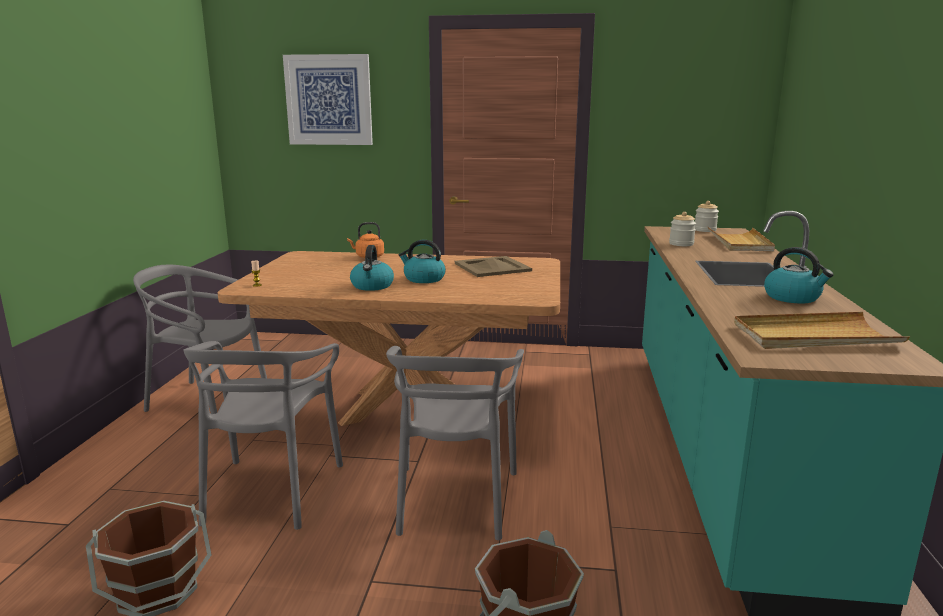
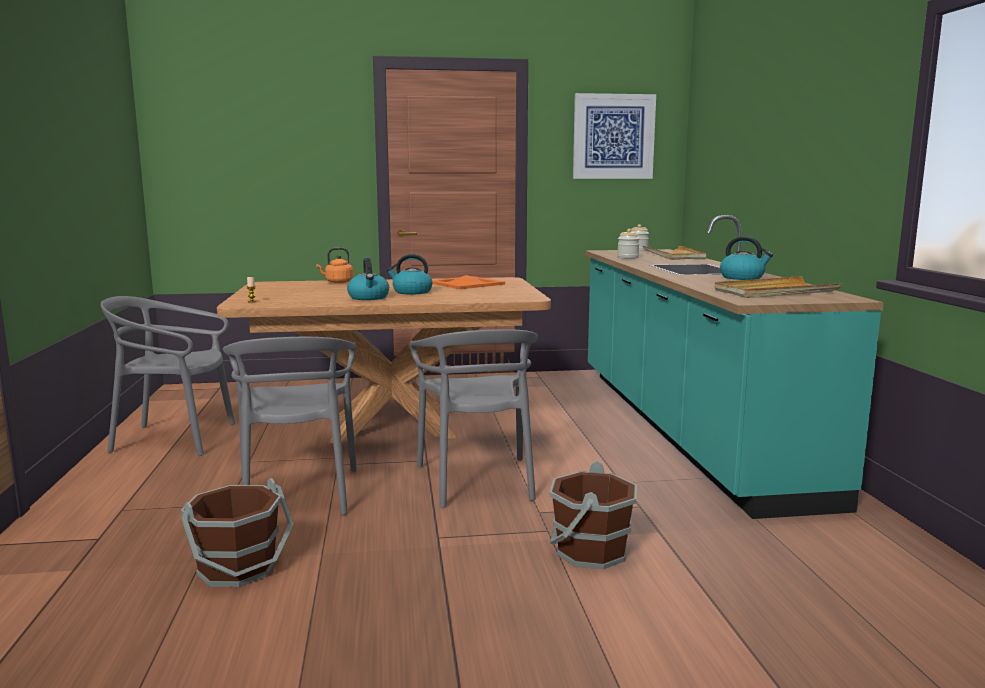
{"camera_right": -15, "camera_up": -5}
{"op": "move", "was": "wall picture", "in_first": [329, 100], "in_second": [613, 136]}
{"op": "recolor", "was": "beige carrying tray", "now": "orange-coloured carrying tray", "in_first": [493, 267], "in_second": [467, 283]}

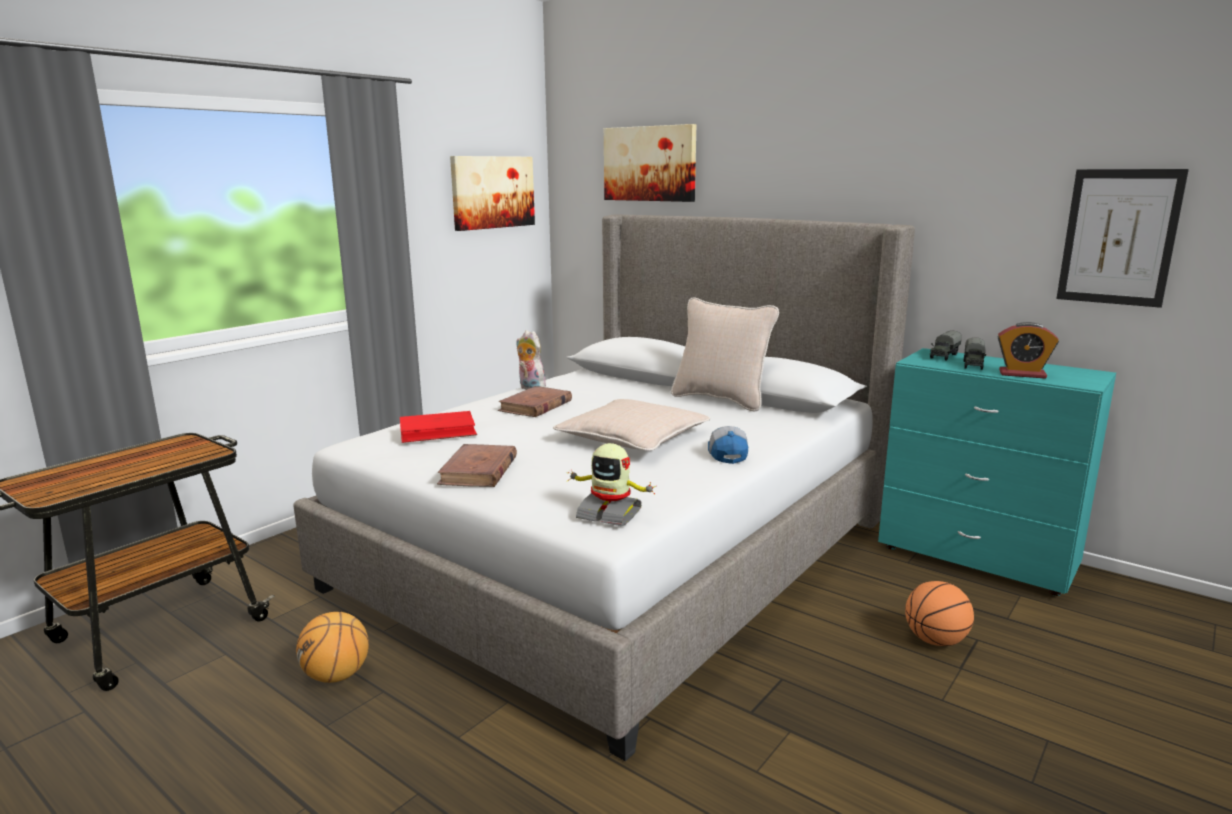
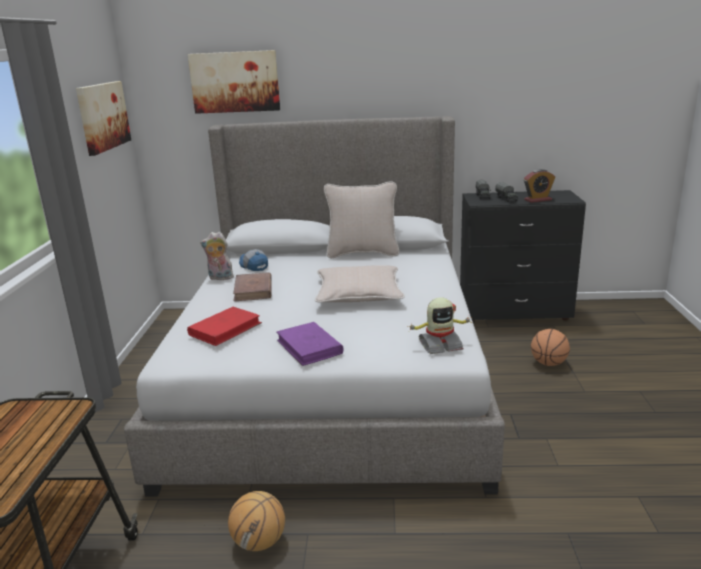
{"camera_right": -35, "camera_up": 5}
{"op": "recolor", "was": "brown-coloured book", "now": "purple book", "in_first": [478, 471], "in_second": [309, 347]}
{"op": "move", "was": "baseball cap", "in_first": [726, 453], "in_second": [253, 266]}
{"op": "recolor", "was": "turquoise dresser", "now": "black dresser", "in_first": [977, 558], "in_second": [515, 313]}
{"op": "delete", "was": "wall picture", "in_first": [1118, 237]}

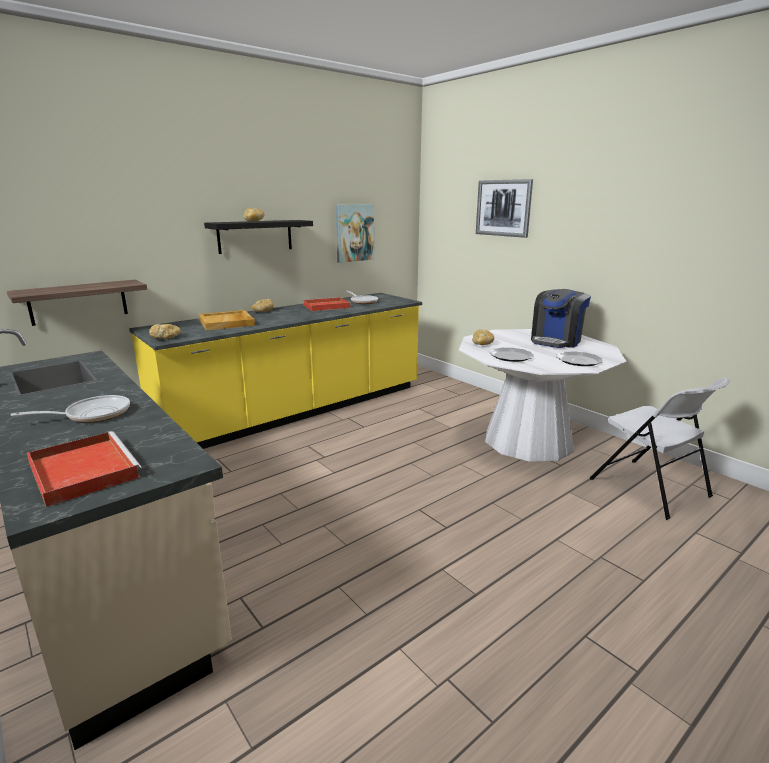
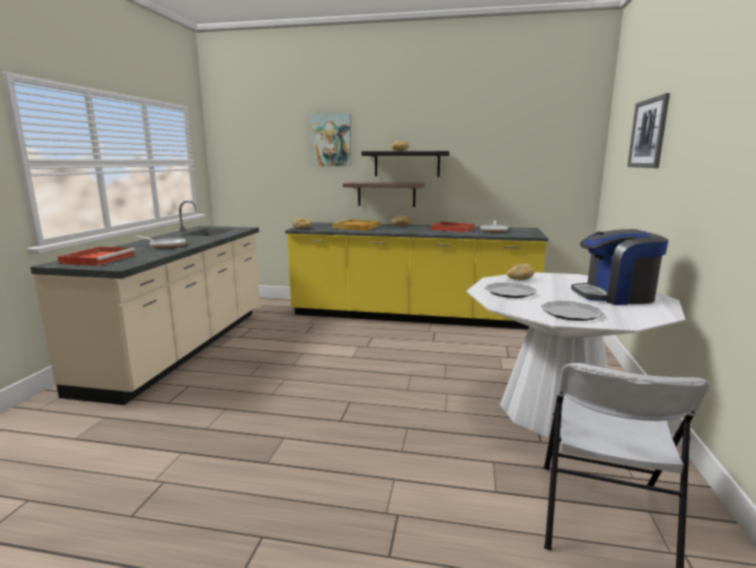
{"camera_right": 50, "camera_up": -5}
{"op": "move", "was": "shelf", "in_first": [78, 302], "in_second": [386, 194]}
{"op": "move", "was": "wall picture", "in_first": [354, 233], "in_second": [331, 140]}

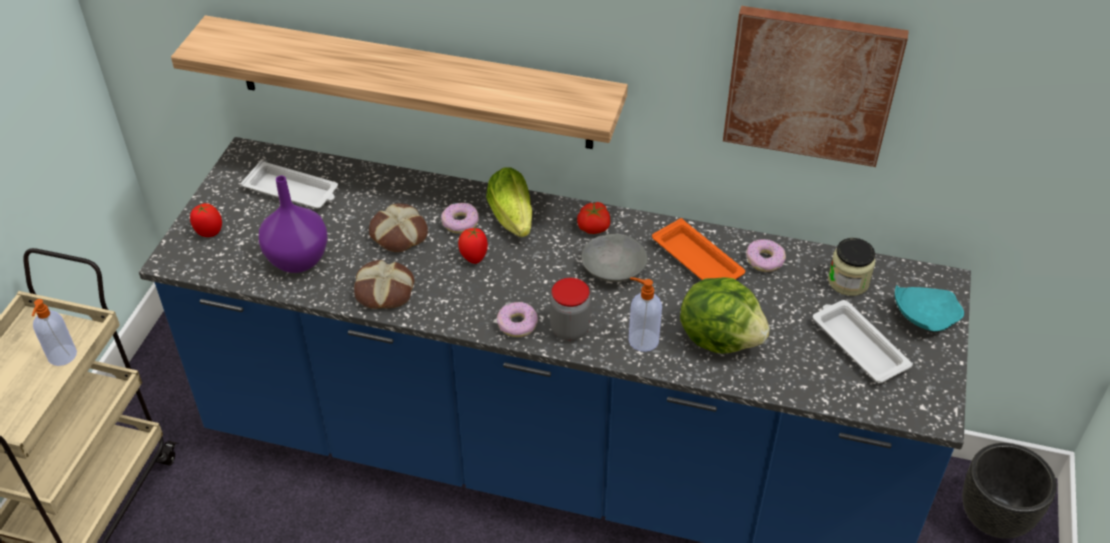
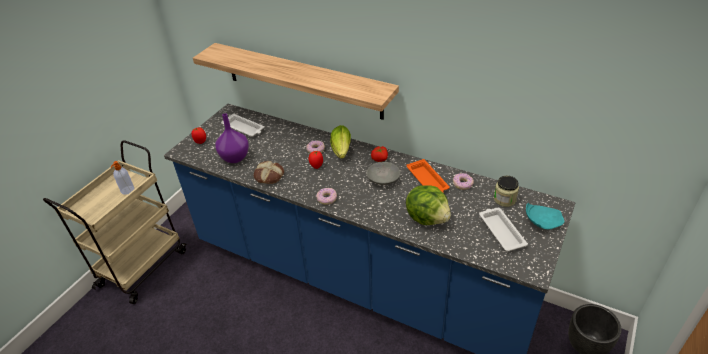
{"camera_right": 15, "camera_up": -5}
{"op": "delete", "was": "bread", "in_first": [398, 234]}
{"op": "delete", "was": "preserve jar", "in_first": [570, 329]}
{"op": "delete", "was": "liquid soap bottle", "in_first": [642, 340]}
{"op": "delete", "was": "wall picture", "in_first": [811, 84]}

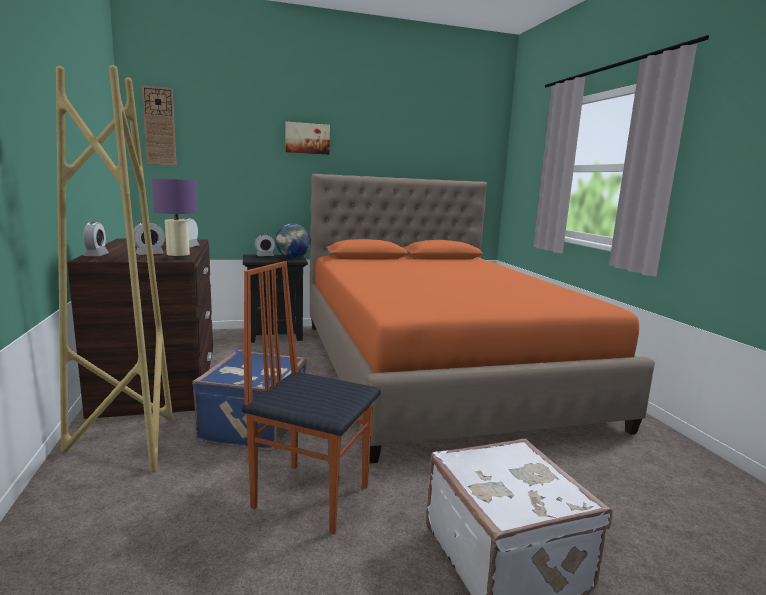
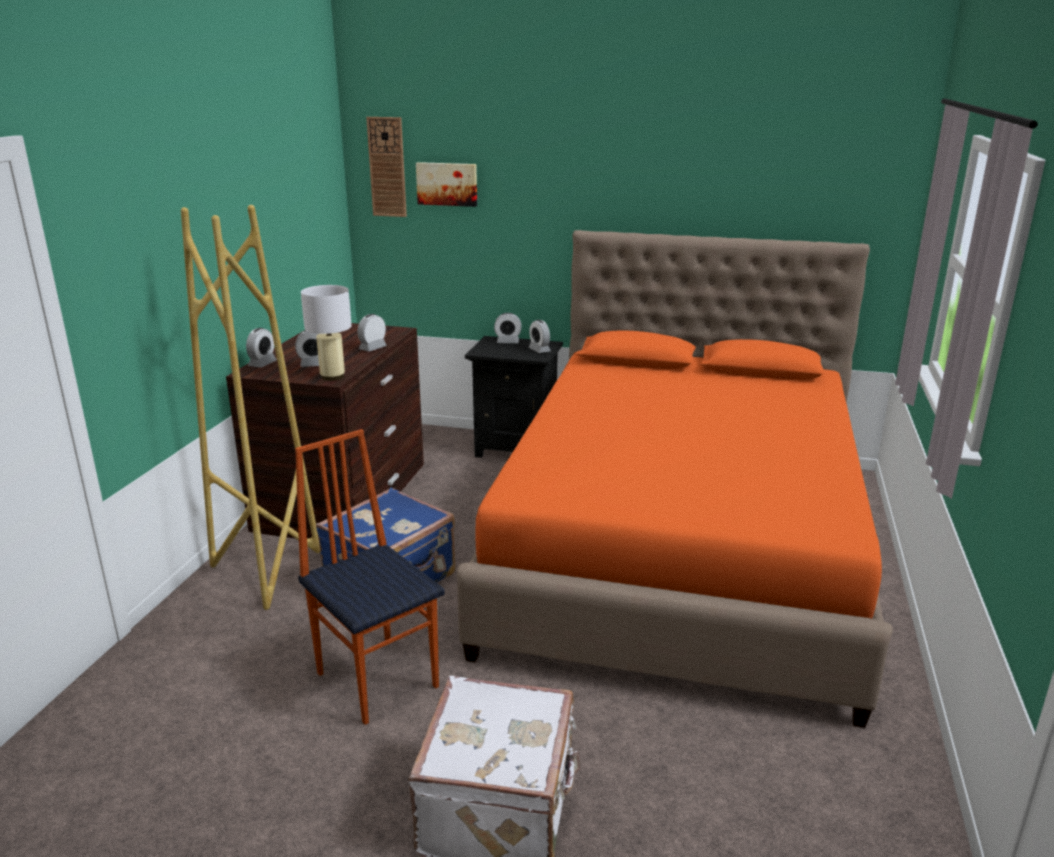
{"camera_right": 30, "camera_up": 10}
{"op": "recolor", "was": "purple tabletop lamp", "now": "white tabletop lamp", "in_first": [178, 258], "in_second": [333, 377]}
{"op": "replace", "was": "world globe", "now": "bedside clock", "in_first": [293, 258], "in_second": [539, 350]}
{"op": "move", "was": "wall picture", "in_first": [307, 138], "in_second": [447, 184]}

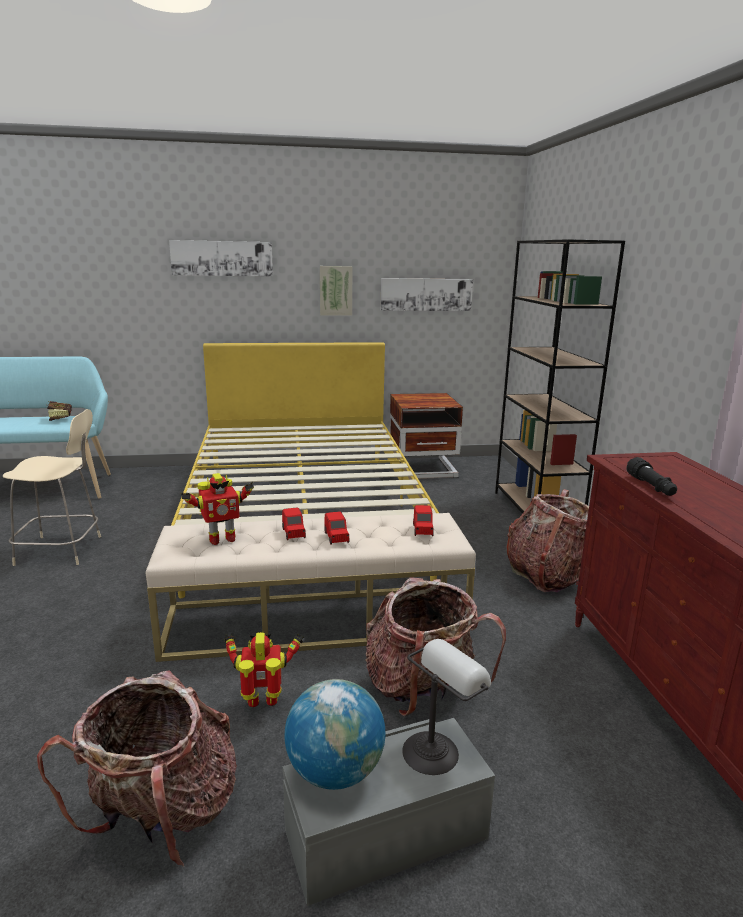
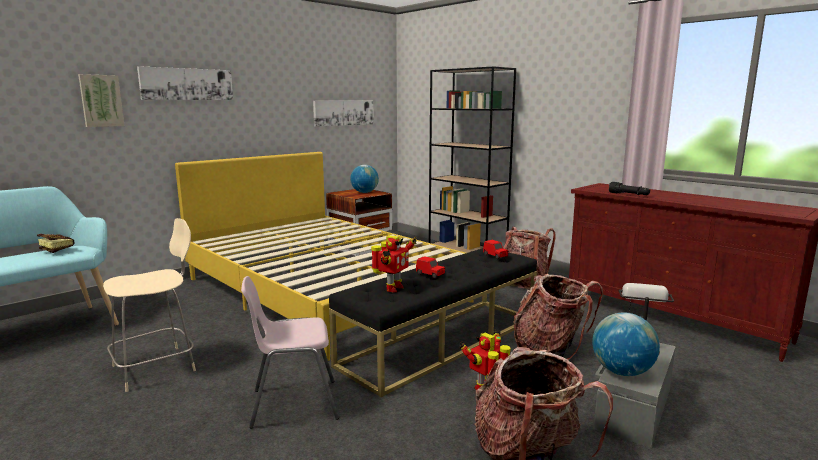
{"camera_right": -35, "camera_up": -5}
{"op": "recolor", "was": "beige long seat", "now": "black long seat", "in_first": [315, 621], "in_second": [442, 341]}
{"op": "move", "was": "wall picture", "in_first": [335, 290], "in_second": [101, 101]}
{"op": "delete", "was": "red-coloured miniature car", "in_first": [336, 537]}
{"op": "insert", "now": "pink upright chair", "in_second": [293, 403]}
{"op": "insert", "now": "world globe", "in_second": [364, 192]}

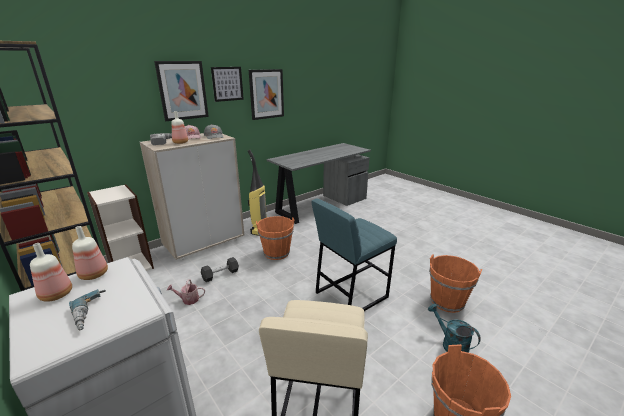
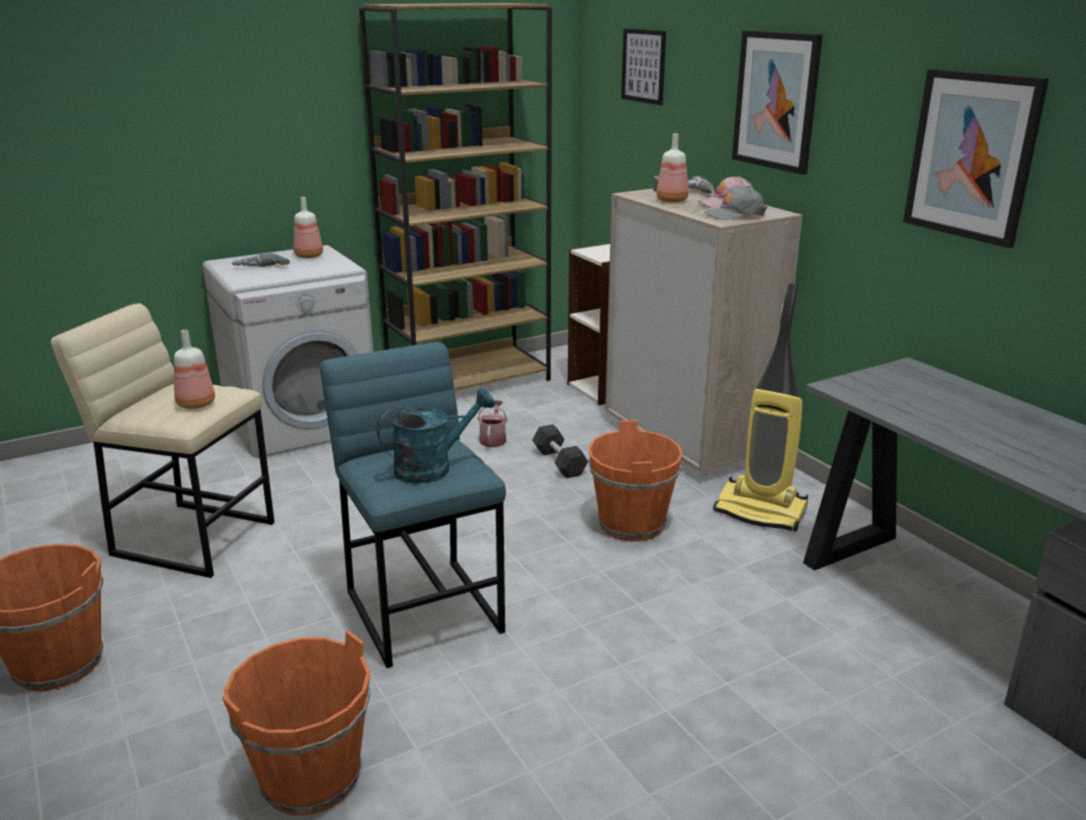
{"camera_right": 100, "camera_up": 0}
{"op": "move", "was": "beverage bottle", "in_first": [95, 274], "in_second": [195, 404]}
{"op": "move", "was": "wall picture", "in_first": [227, 84], "in_second": [643, 66]}
{"op": "move", "was": "turquoise sprinkling can", "in_first": [450, 344], "in_second": [433, 467]}

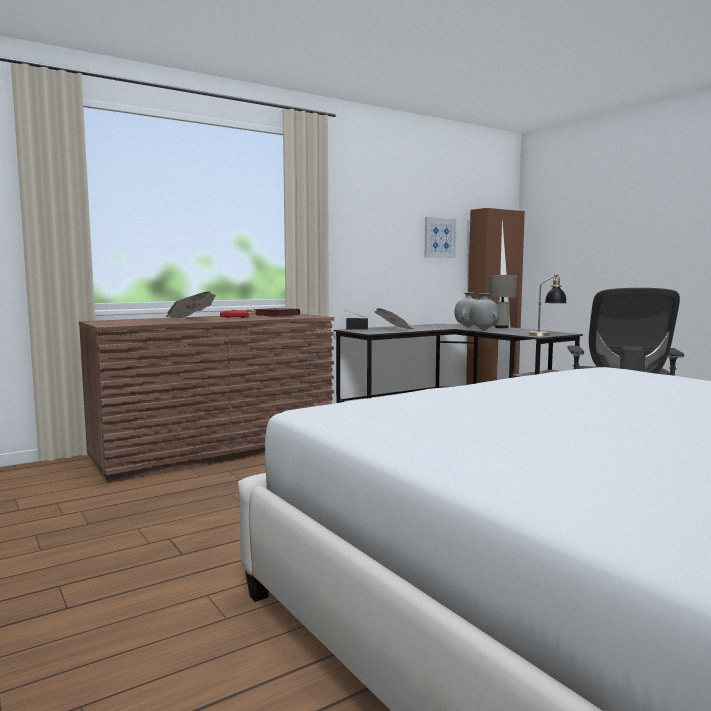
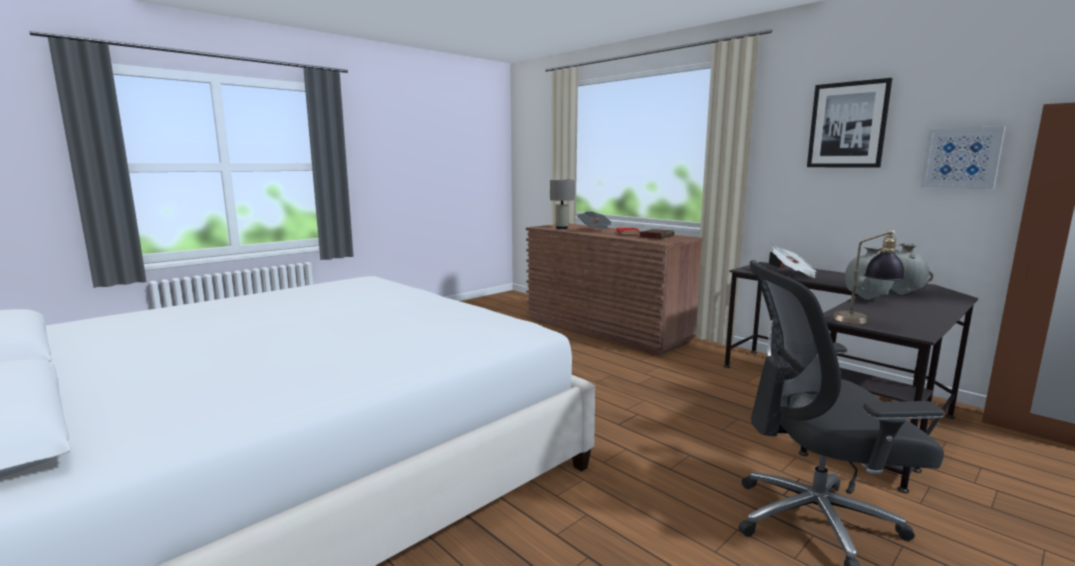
{"camera_right": 80, "camera_up": 5}
{"op": "move", "was": "gray tabletop lamp", "in_first": [501, 327], "in_second": [561, 228]}
{"op": "insert", "now": "wall picture", "in_second": [847, 125]}

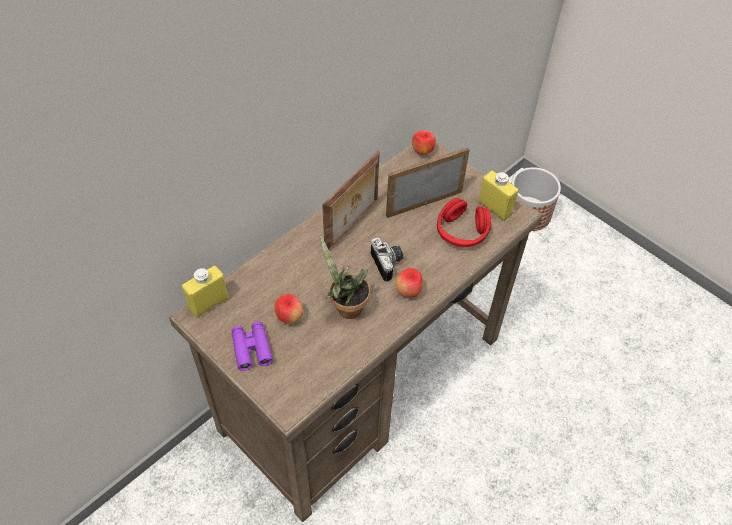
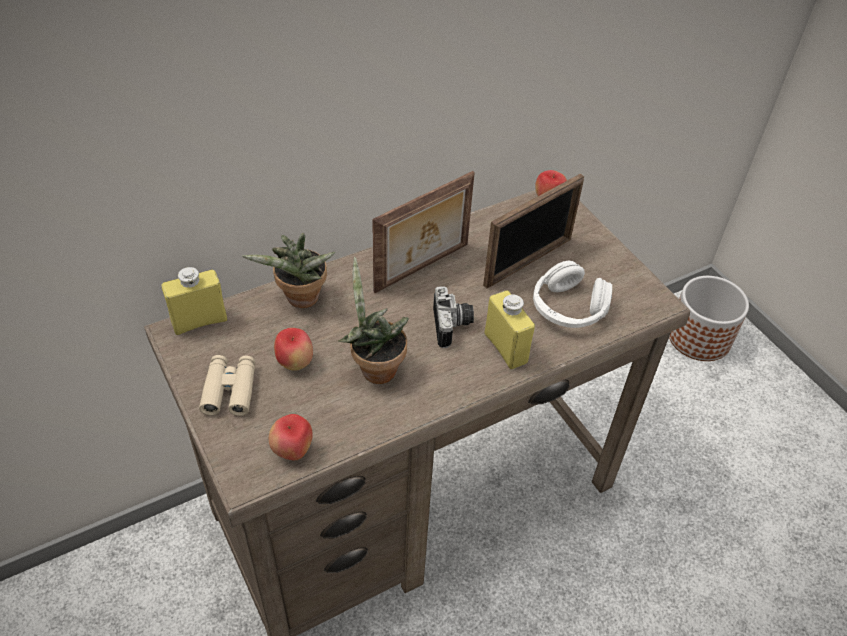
{"camera_right": 15, "camera_up": -5}
{"op": "recolor", "was": "purple pair of binoculars", "now": "beige pair of binoculars", "in_first": [251, 348], "in_second": [230, 390]}
{"op": "rotate", "was": "photo frame", "in_first": [424, 203], "in_second": [528, 262], "clockwise": 150}
{"op": "move", "was": "apple", "in_first": [408, 292], "in_second": [293, 451]}
{"op": "recolor", "was": "red-coloured pair of headphones", "now": "white pair of headphones", "in_first": [461, 231], "in_second": [568, 308]}
{"op": "move", "was": "yellowish beverage bottle", "in_first": [494, 208], "in_second": [505, 348]}
{"op": "insert", "now": "houseplant", "in_second": [300, 301]}

